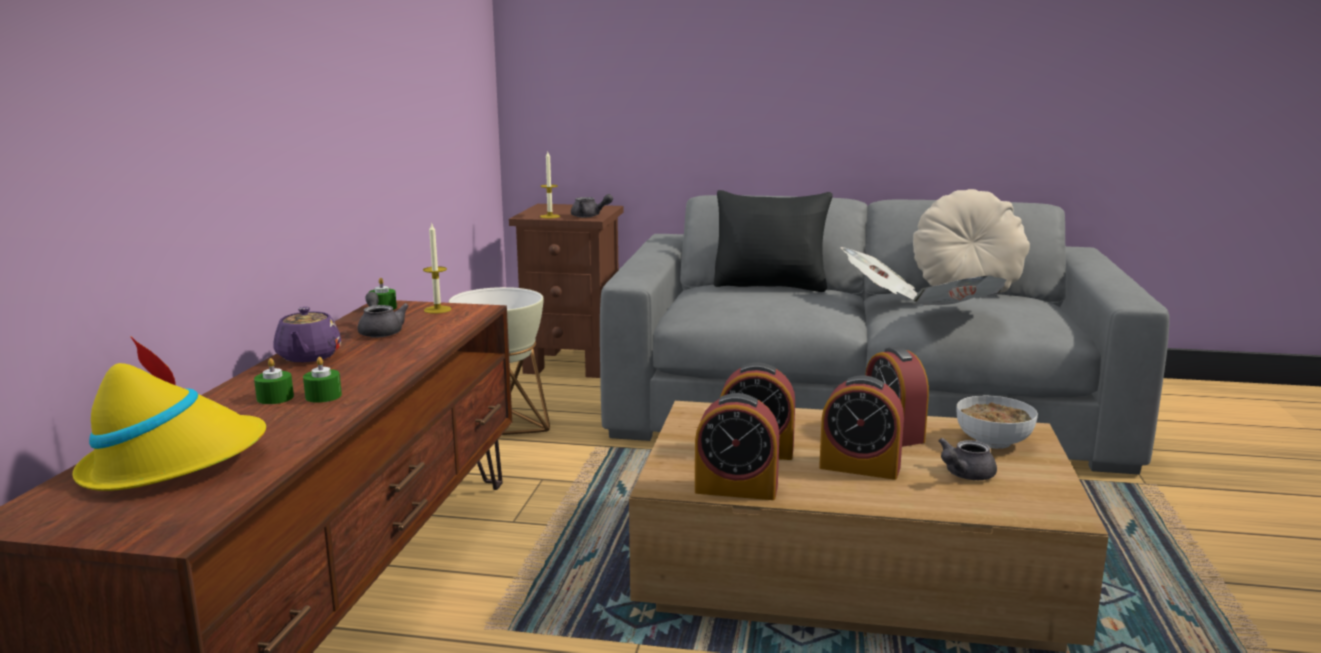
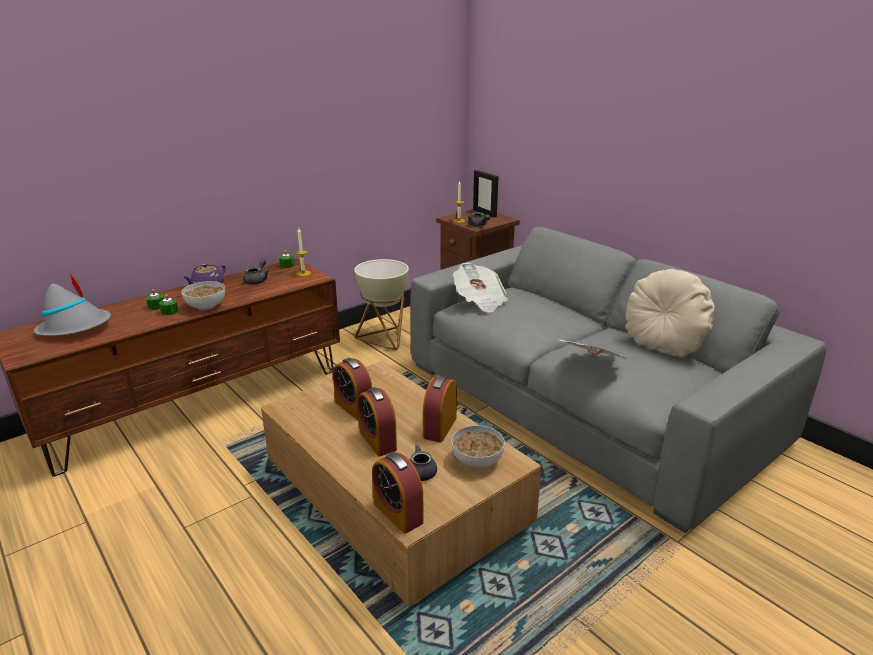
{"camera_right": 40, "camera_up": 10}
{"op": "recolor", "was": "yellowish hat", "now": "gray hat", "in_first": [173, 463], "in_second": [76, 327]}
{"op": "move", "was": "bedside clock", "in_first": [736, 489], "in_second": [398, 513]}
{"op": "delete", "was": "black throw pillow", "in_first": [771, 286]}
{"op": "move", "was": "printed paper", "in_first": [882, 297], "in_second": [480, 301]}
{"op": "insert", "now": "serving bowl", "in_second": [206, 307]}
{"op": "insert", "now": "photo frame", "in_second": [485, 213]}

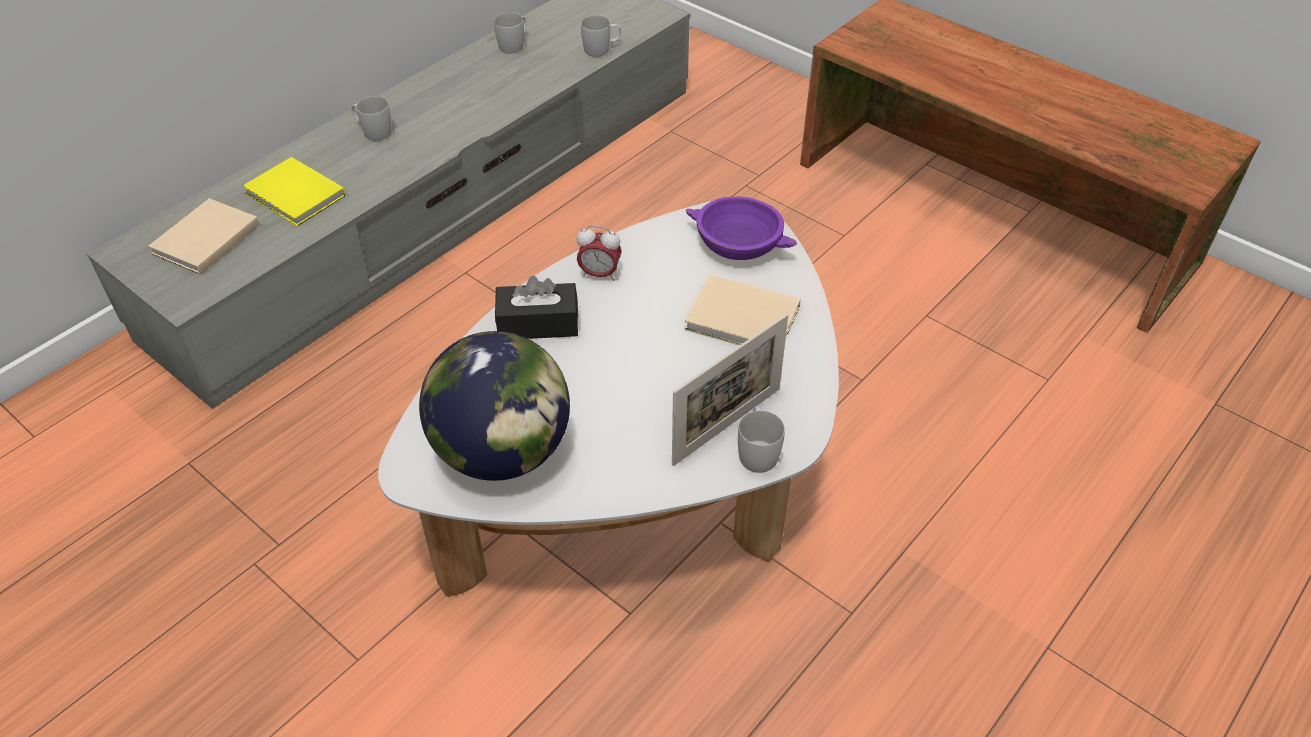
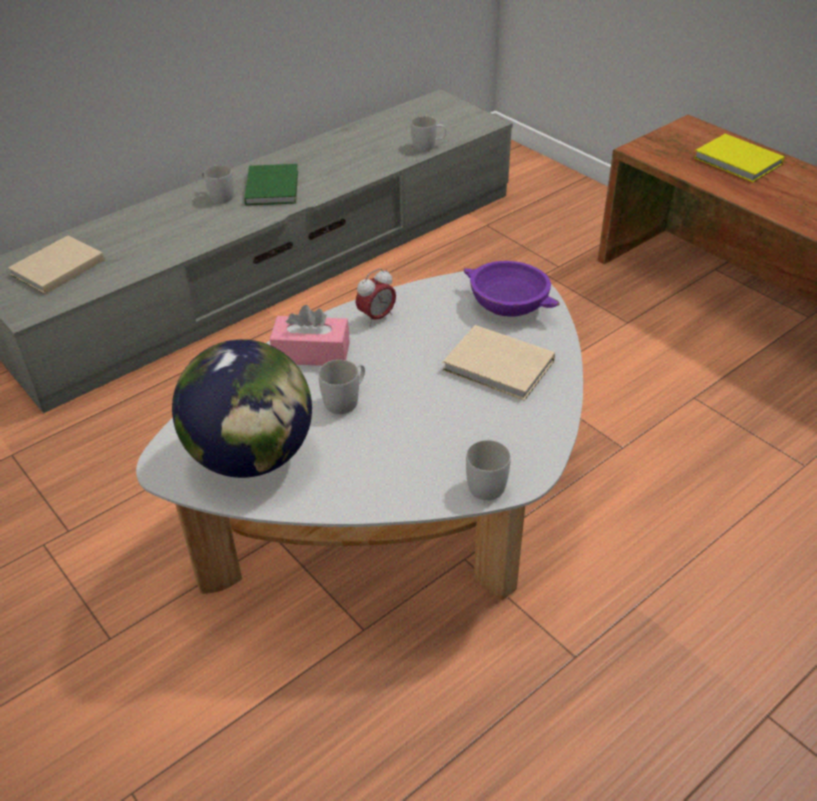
{"camera_right": 10, "camera_up": -5}
{"op": "move", "was": "yellowish book", "in_first": [295, 196], "in_second": [738, 162]}
{"op": "move", "was": "white tea mug", "in_first": [514, 45], "in_second": [346, 399]}
{"op": "recolor", "was": "black tissue box", "now": "pink tissue box", "in_first": [538, 324], "in_second": [311, 353]}
{"op": "rotate", "was": "bedside clock", "in_first": [599, 274], "in_second": [376, 317], "clockwise": -60}
{"op": "delete", "was": "photo frame", "in_first": [727, 426]}
{"op": "insert", "now": "green-coloured book", "in_second": [273, 187]}

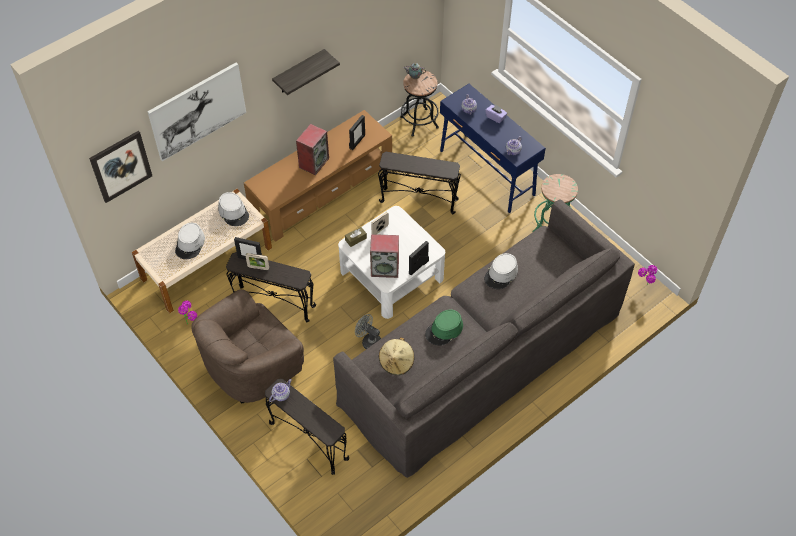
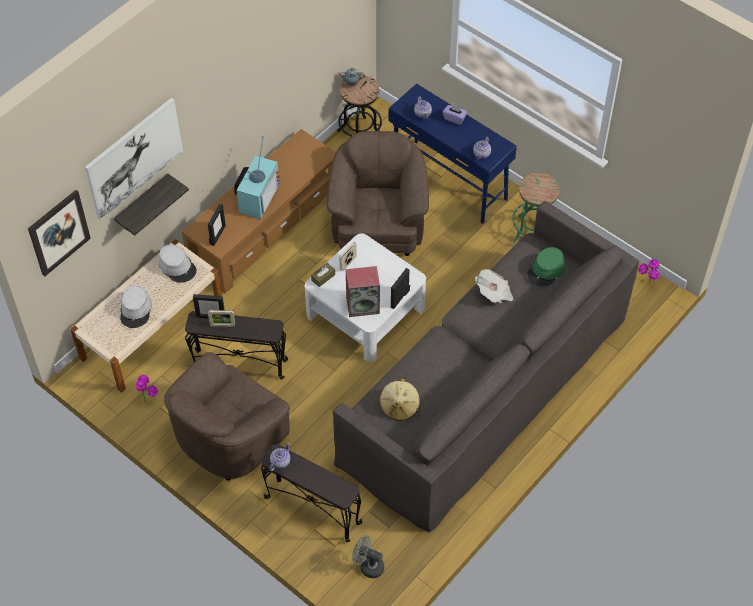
{"camera_right": -10, "camera_up": 0}
{"op": "move", "was": "shelf", "in_first": [299, 72], "in_second": [142, 204]}
{"op": "replace", "was": "audio speaker", "now": "TV", "in_first": [314, 162], "in_second": [257, 197]}
{"op": "move", "was": "photo frame", "in_first": [357, 142], "in_second": [217, 235]}
{"op": "move", "was": "gray electric fan", "in_first": [369, 341], "in_second": [368, 566]}
{"op": "replace", "was": "black end table", "now": "brown-coloured easy chair", "in_first": [418, 201], "in_second": [378, 225]}
{"op": "move", "was": "green-coloured hat", "in_first": [444, 330], "in_second": [546, 270]}
{"op": "replace", "was": "gray hat", "now": "printed paper", "in_first": [501, 274], "in_second": [494, 293]}

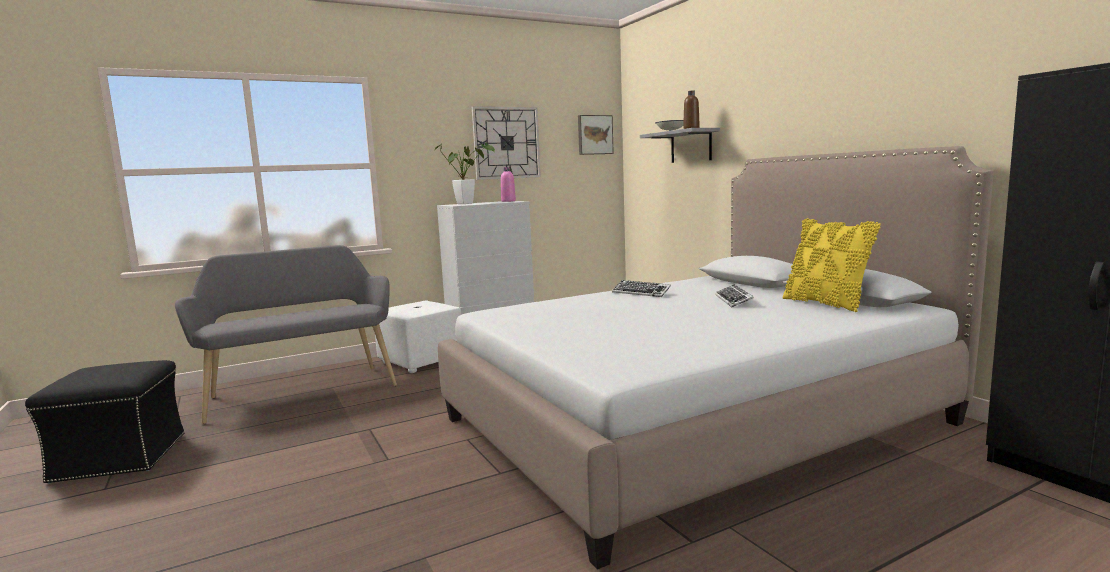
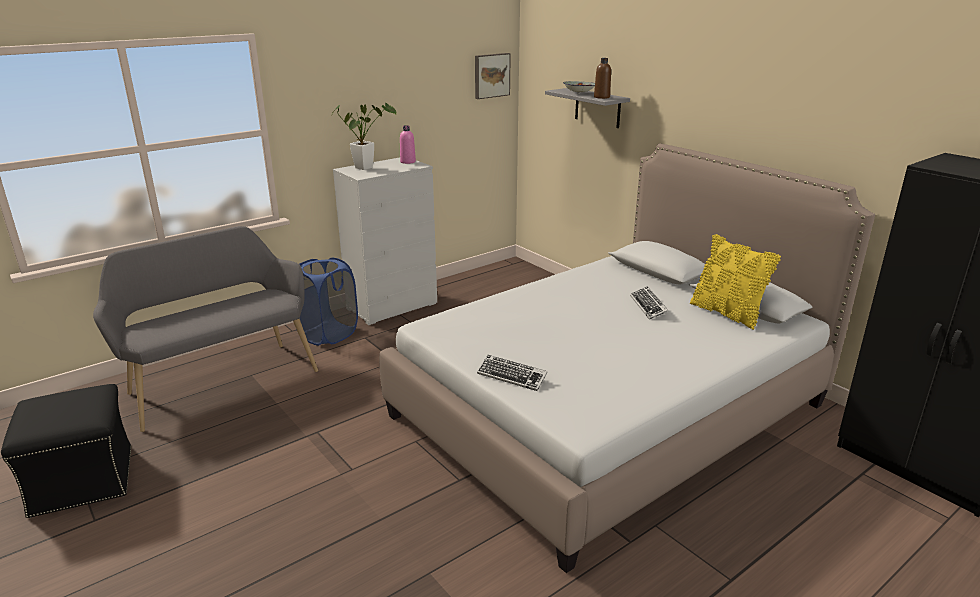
{"camera_right": -10, "camera_up": 15}
{"op": "replace", "was": "white footrest", "now": "blue hamper", "in_first": [420, 361], "in_second": [328, 334]}
{"op": "delete", "was": "hanging clock", "in_first": [506, 143]}
{"op": "move", "was": "PC keyboard", "in_first": [641, 292], "in_second": [512, 376]}

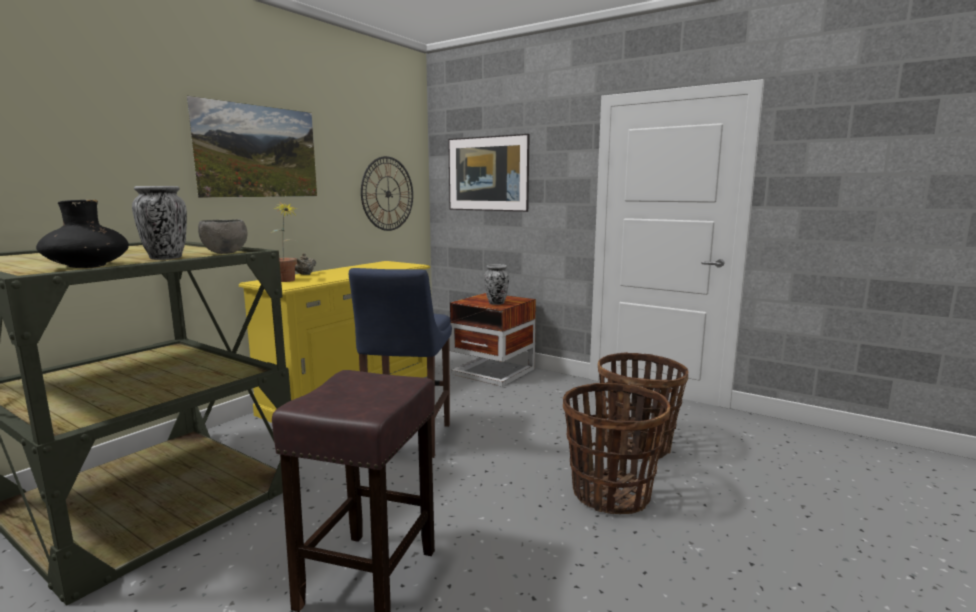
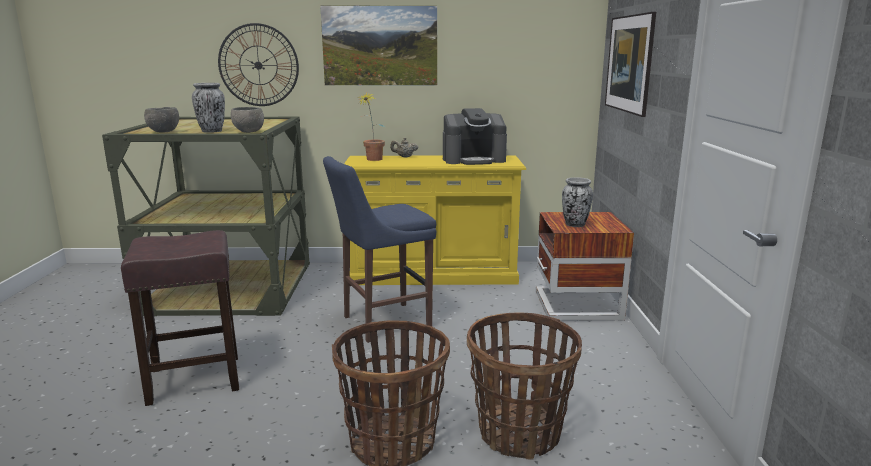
{"camera_right": 55, "camera_up": 5}
{"op": "replace", "was": "black flower vase", "now": "gray serving bowl", "in_first": [87, 266], "in_second": [163, 132]}
{"op": "move", "was": "hanging clock", "in_first": [388, 194], "in_second": [258, 65]}
{"op": "insert", "now": "coffee maker", "in_second": [474, 160]}

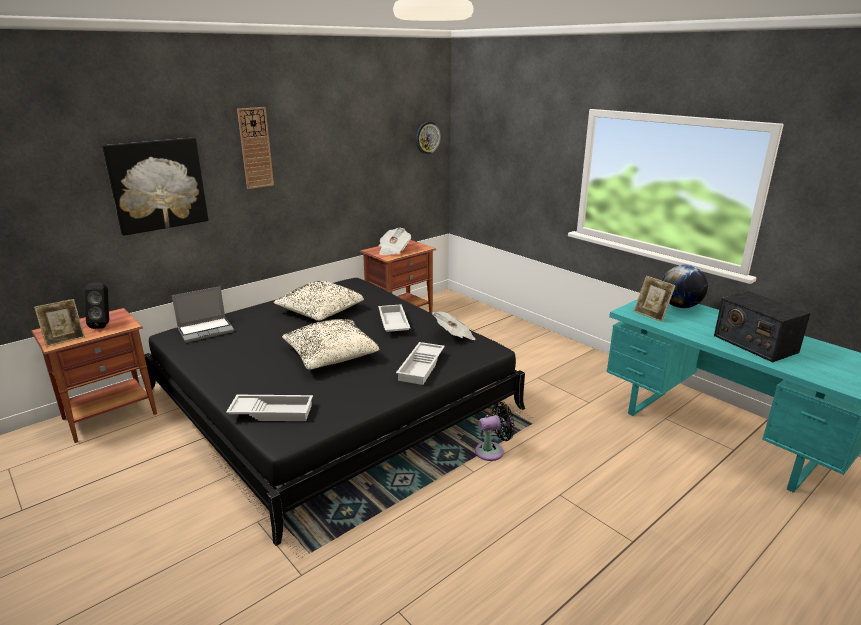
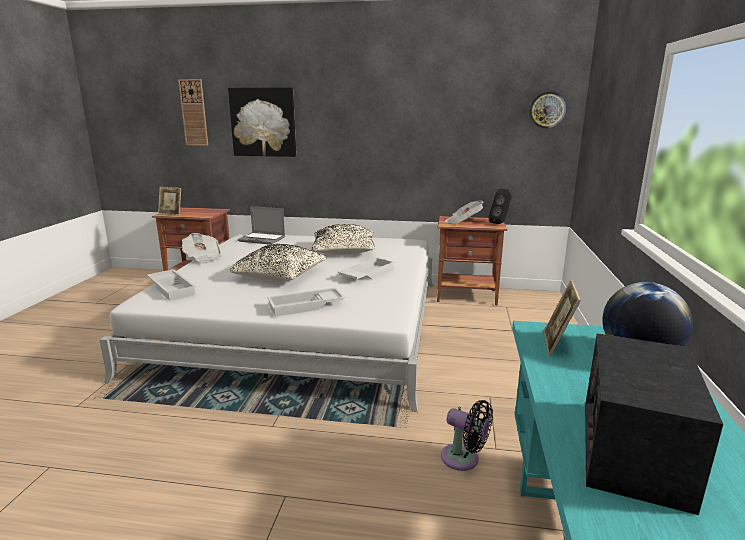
{"camera_right": 50, "camera_up": -5}
{"op": "move", "was": "black audio speaker", "in_first": [104, 325], "in_second": [500, 223]}
{"op": "recolor", "was": "black bed", "now": "white bed", "in_first": [330, 399], "in_second": [302, 324]}
{"op": "move", "was": "hanging clock", "in_first": [255, 148], "in_second": [194, 112]}
{"op": "move", "was": "printed paper", "in_first": [454, 336], "in_second": [202, 258]}
{"op": "move", "was": "black electric fan", "in_first": [492, 451], "in_second": [464, 459]}

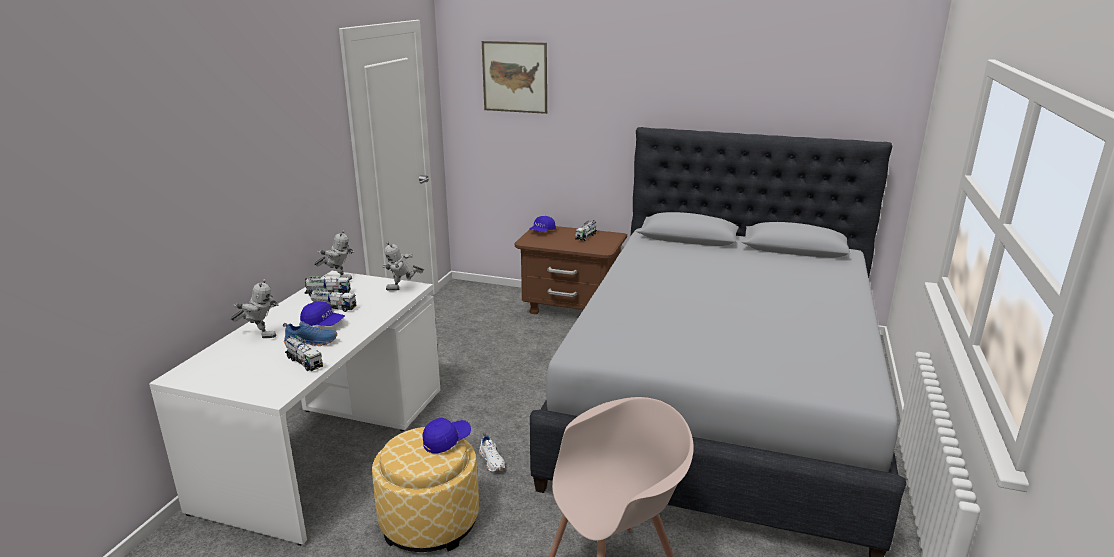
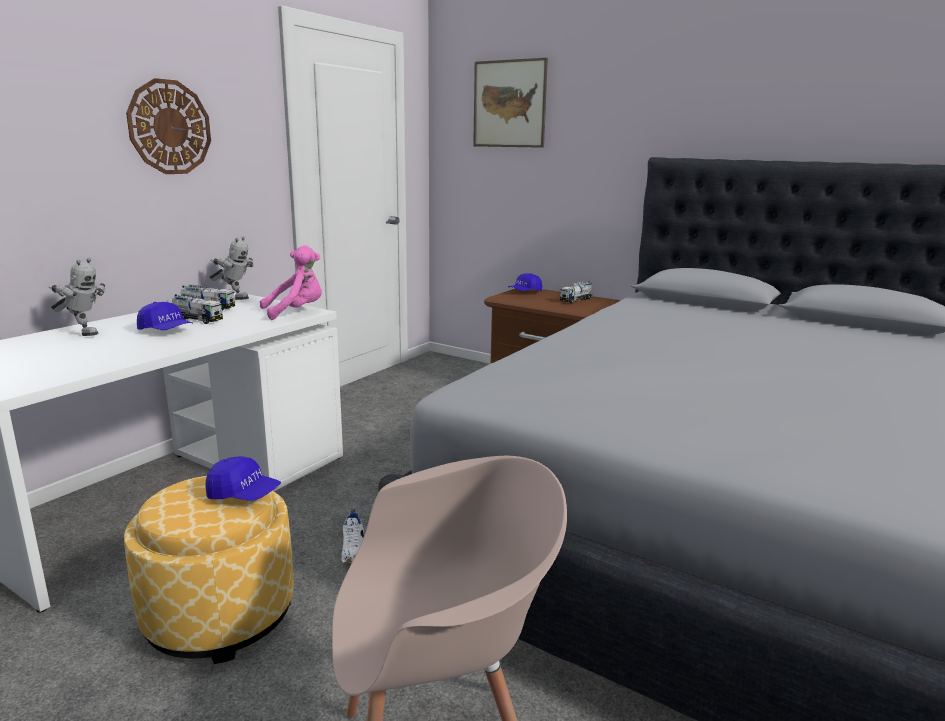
{"camera_right": 15, "camera_up": -5}
{"op": "delete", "was": "blue low shoe", "in_first": [311, 342]}
{"op": "delete", "was": "model truck", "in_first": [304, 362]}
{"op": "replace", "was": "model robot", "now": "pink soft toy", "in_first": [403, 289], "in_second": [296, 312]}
{"op": "rotate", "was": "blue baseball cap", "in_first": [446, 441], "in_second": [244, 495], "clockwise": 45}
{"op": "insert", "now": "hanging clock", "in_second": [169, 127]}

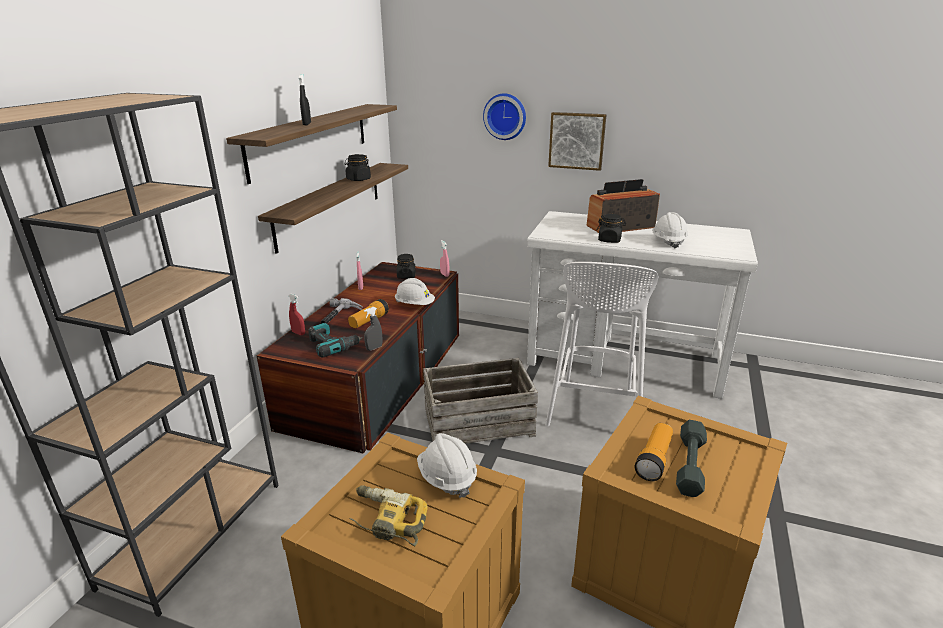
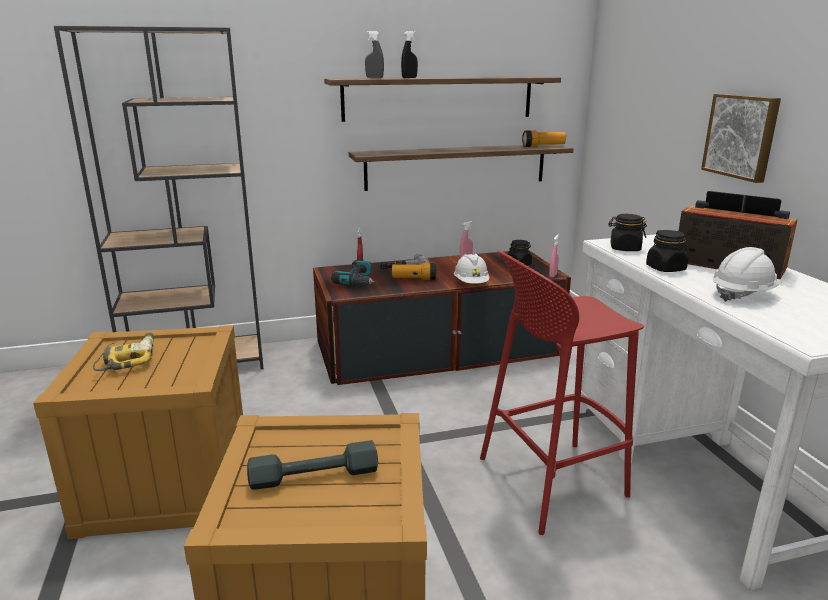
{"camera_right": 55, "camera_up": -5}
{"op": "move", "was": "black preserve jar", "in_first": [358, 179], "in_second": [624, 248]}
{"op": "move", "was": "gray hand sprayer", "in_first": [374, 348], "in_second": [374, 78]}
{"op": "delete", "was": "white hard hat", "in_first": [447, 478]}
{"op": "delete", "was": "shipping crate", "in_first": [478, 421]}
{"op": "delete", "was": "hanging clock", "in_first": [505, 116]}
{"op": "recolor", "was": "white sitting stool", "now": "red-coloured sitting stool", "in_first": [594, 411], "in_second": [551, 482]}
{"op": "move", "was": "flashlight", "in_first": [654, 460], "in_second": [543, 146]}

